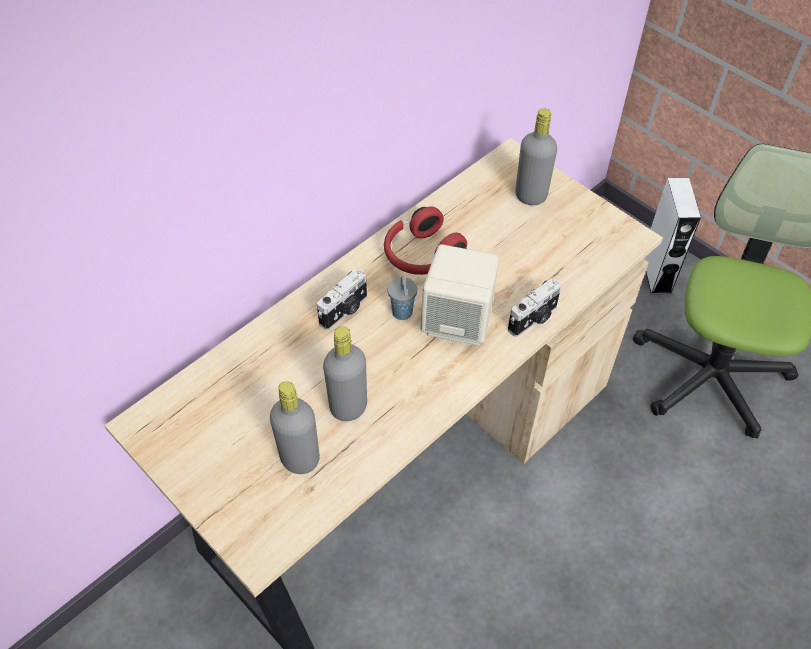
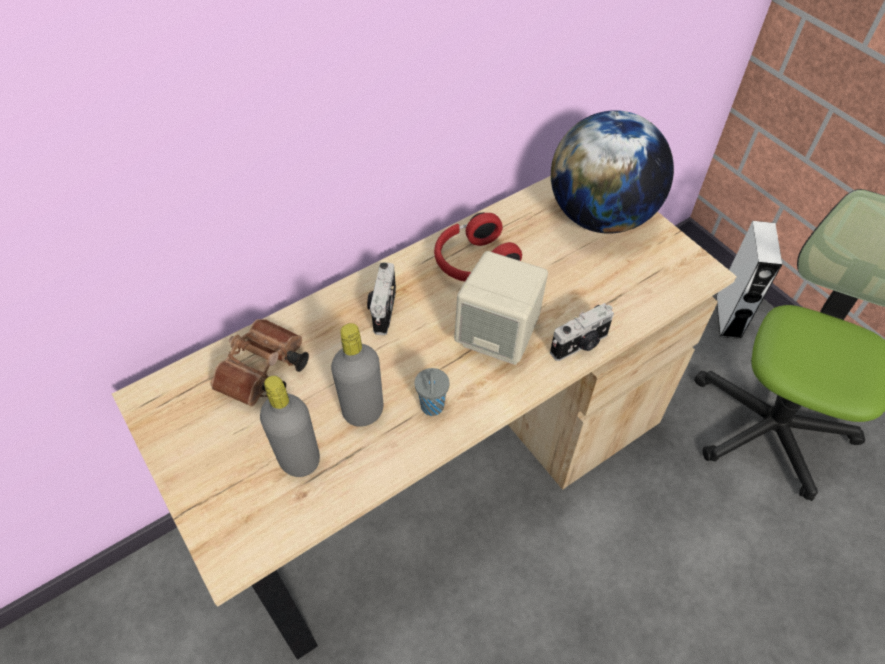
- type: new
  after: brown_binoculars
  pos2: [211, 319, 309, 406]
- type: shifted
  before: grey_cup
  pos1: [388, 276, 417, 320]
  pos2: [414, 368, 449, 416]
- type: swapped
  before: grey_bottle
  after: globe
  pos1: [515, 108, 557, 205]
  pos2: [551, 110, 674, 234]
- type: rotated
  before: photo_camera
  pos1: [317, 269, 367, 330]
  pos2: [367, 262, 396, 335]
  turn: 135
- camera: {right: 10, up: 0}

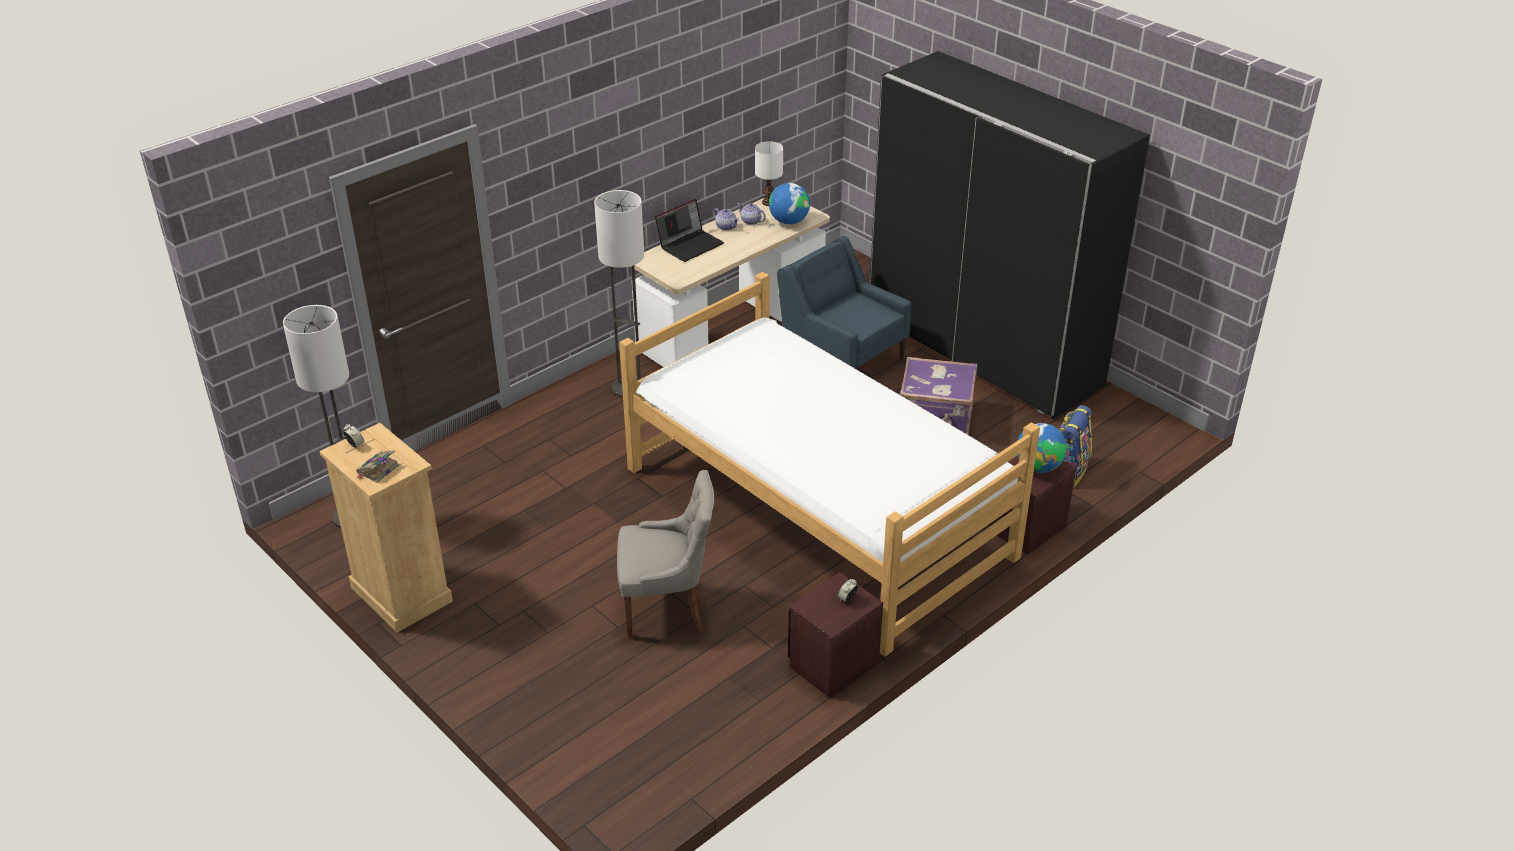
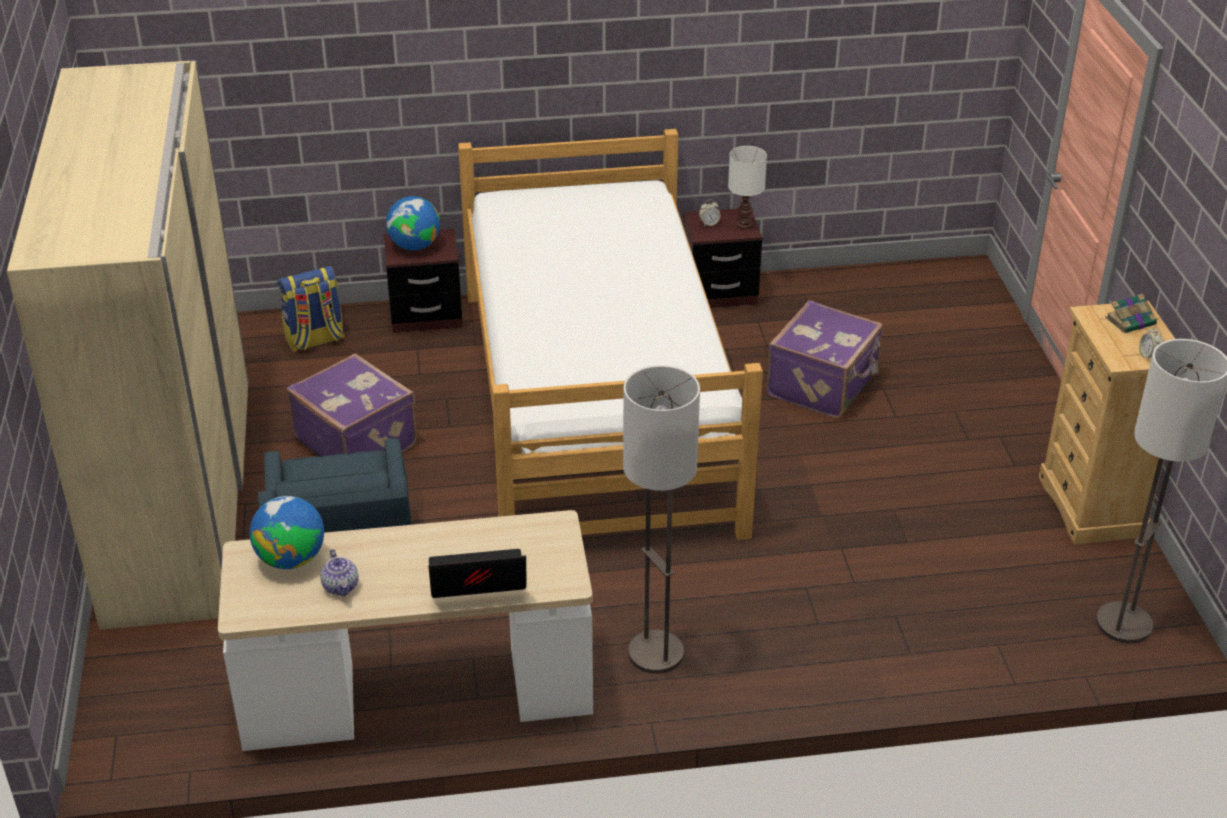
- type: gone
  before: teapot
  pos1: [713, 208, 739, 231]
- type: shifted
  before: white_table_lamp
  pos1: [755, 141, 783, 206]
  pos2: [728, 146, 767, 229]
- type: swapped
  before: grey_chair
  after: purple_suitcase
  pos1: [617, 470, 714, 638]
  pos2: [767, 300, 883, 418]
- type: repainted
  before: black_wardrobe
  after: beige_wardrobe
  pos1: [870, 51, 1150, 419]
  pos2: [7, 60, 249, 630]
- camera: {right: -145, up: 0}

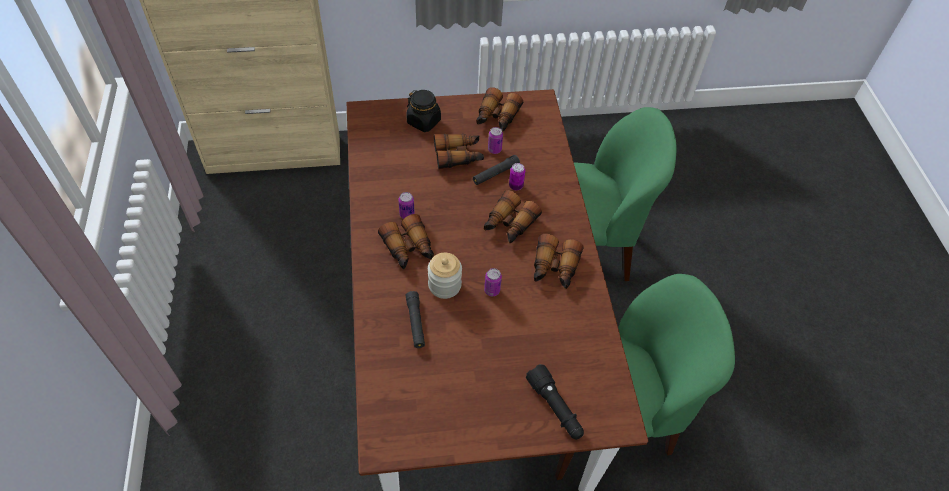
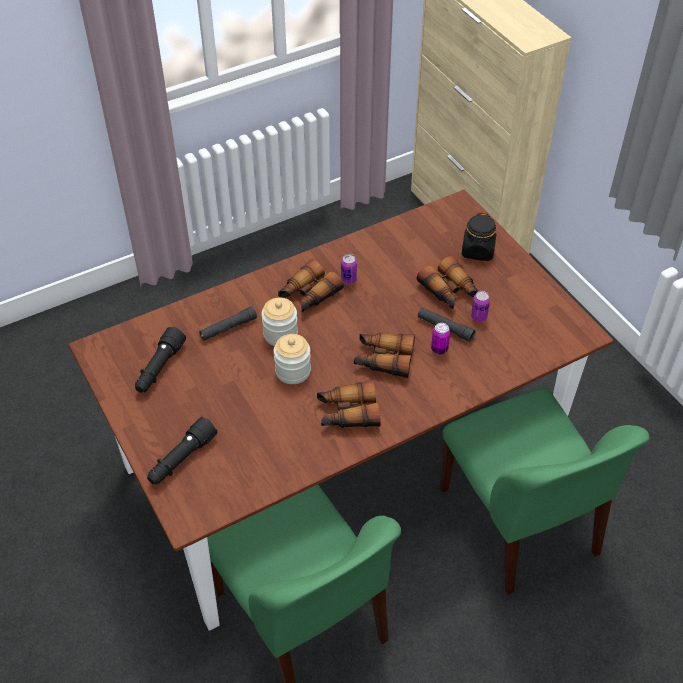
- type: gone
  before: binoculars
  pos1: [477, 87, 523, 131]
- type: new
  after: black_flashlight
  pos2: [135, 327, 186, 393]
- type: swapped
  before: can
  after: jar
  pos1: [484, 268, 502, 296]
  pos2: [274, 334, 311, 384]
- camera: {right: 70, up: -5}

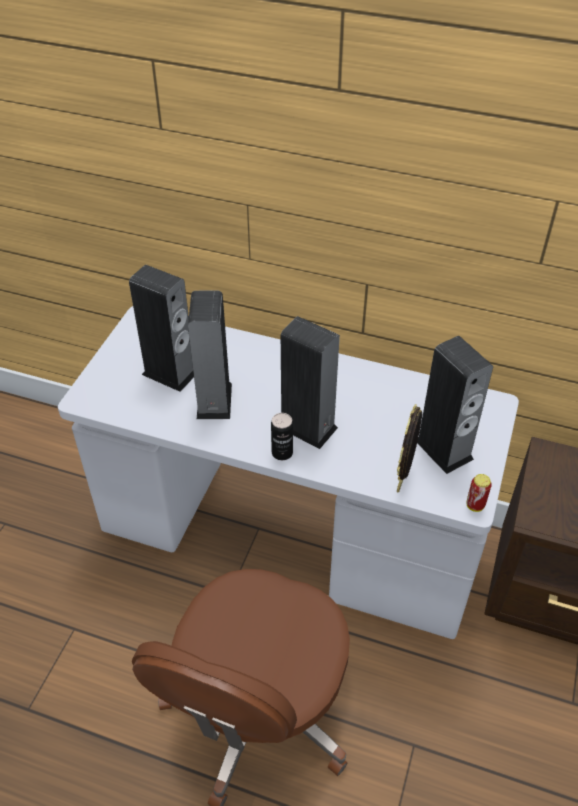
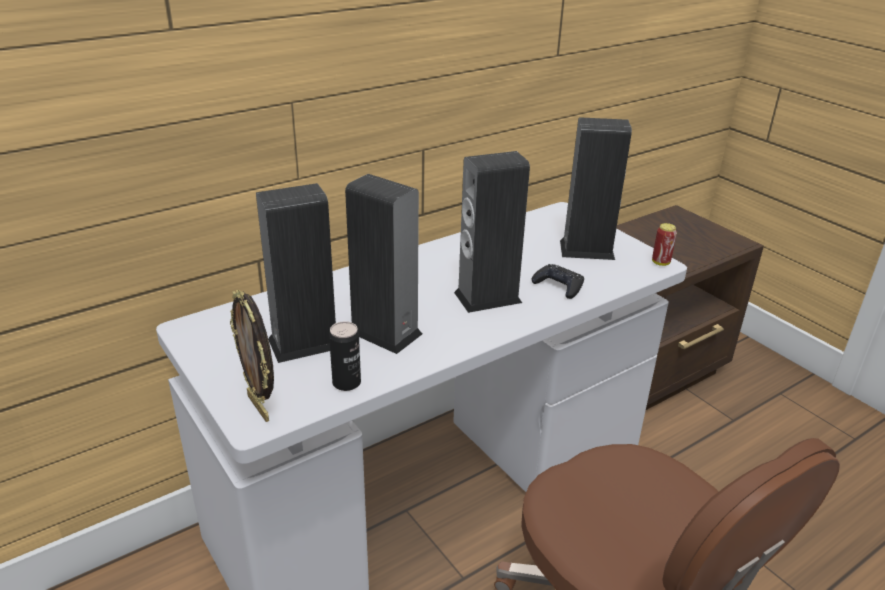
- type: new
  after: black_game_controller
  pos2: [532, 264, 584, 299]
- type: shifted
  before: can
  pos1: [271, 413, 293, 460]
  pos2: [329, 321, 361, 391]
- type: shifted
  before: picture_frame
  pos1: [397, 404, 422, 492]
  pos2: [230, 290, 274, 422]
- camera: {right: -55, up: -15}

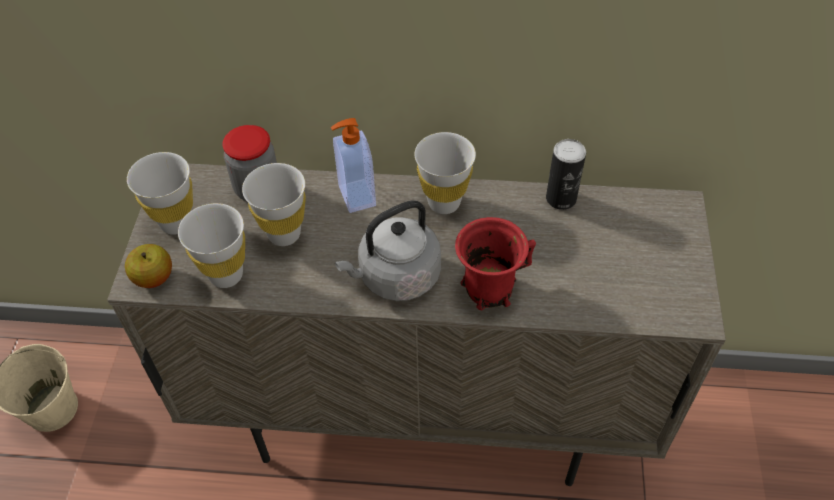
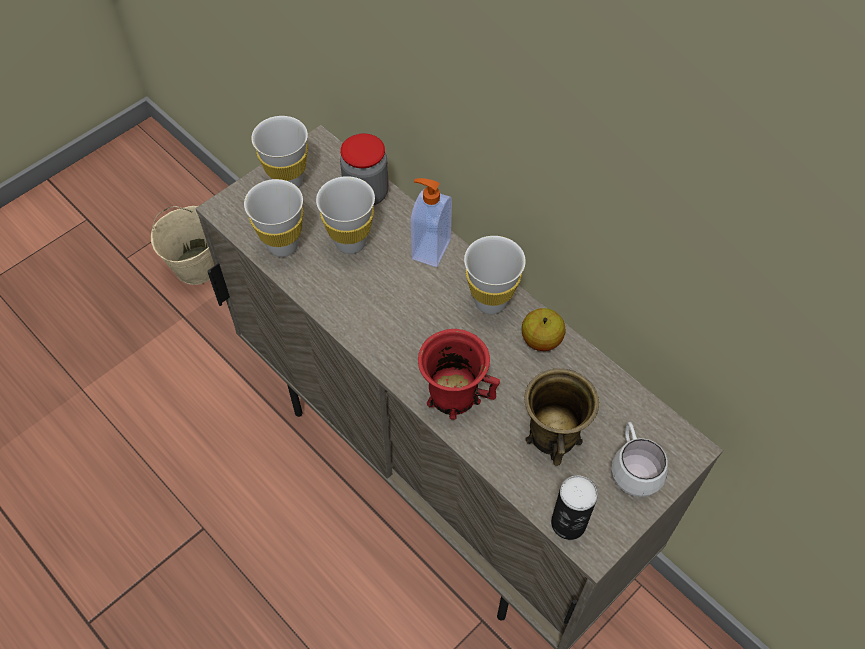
- type: gone
  before: grey_kettle
  pos1: [335, 200, 441, 301]
- type: new
  after: brown_mug
  pos2: [524, 368, 599, 466]
- type: new
  after: white_mug
  pos2: [611, 422, 668, 497]
- type: shifted
  before: apple
  pos1: [125, 244, 172, 288]
  pos2: [522, 308, 566, 351]
- type: shifted
  before: can
  pos1: [546, 139, 586, 210]
  pos2: [551, 475, 598, 540]
- camera: {right: 40, up: 5}

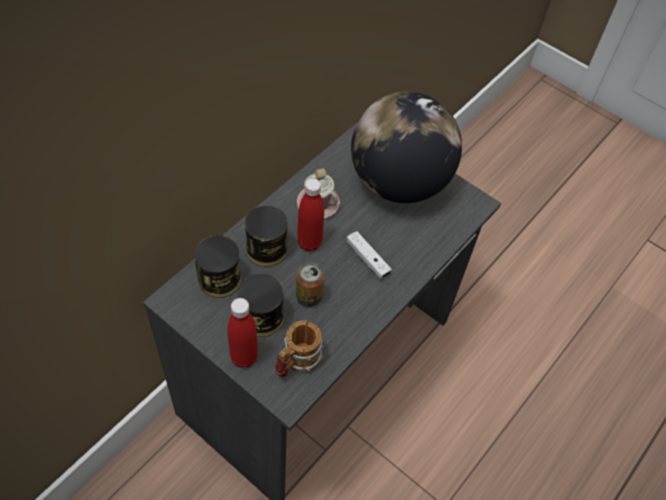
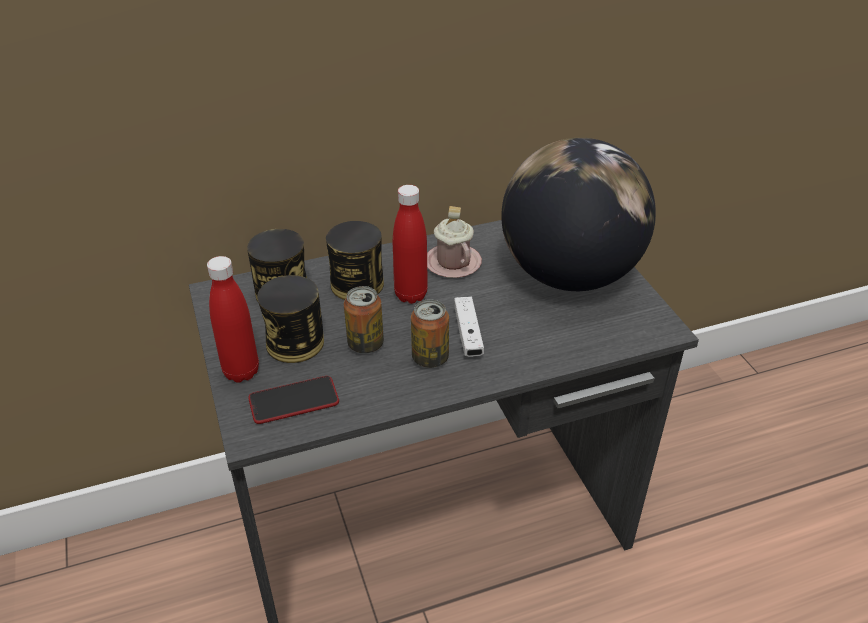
- type: new
  after: can
  pos2: [411, 299, 449, 368]
- type: swapped
  before: mug
  after: phone
  pos1: [275, 320, 323, 377]
  pos2: [248, 376, 339, 424]
- camera: {right: 35, up: -15}

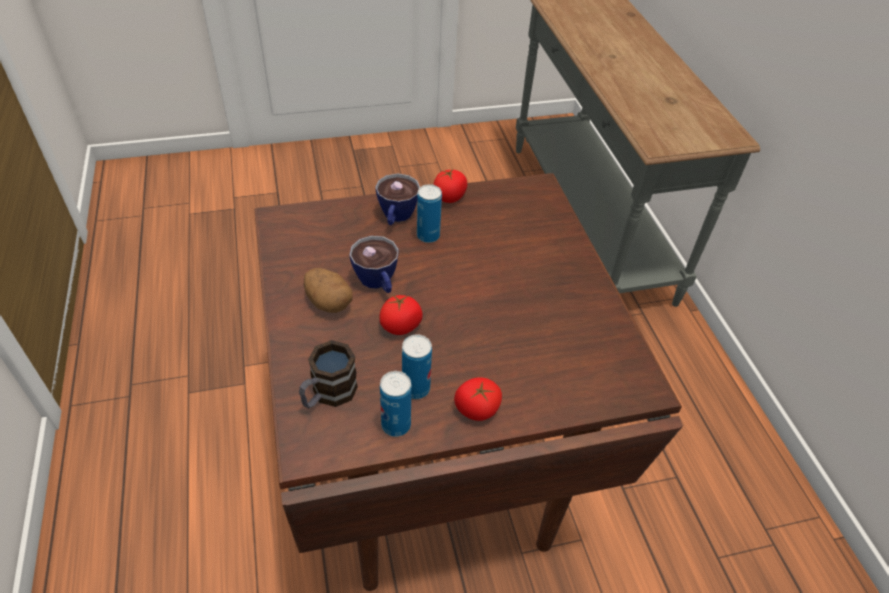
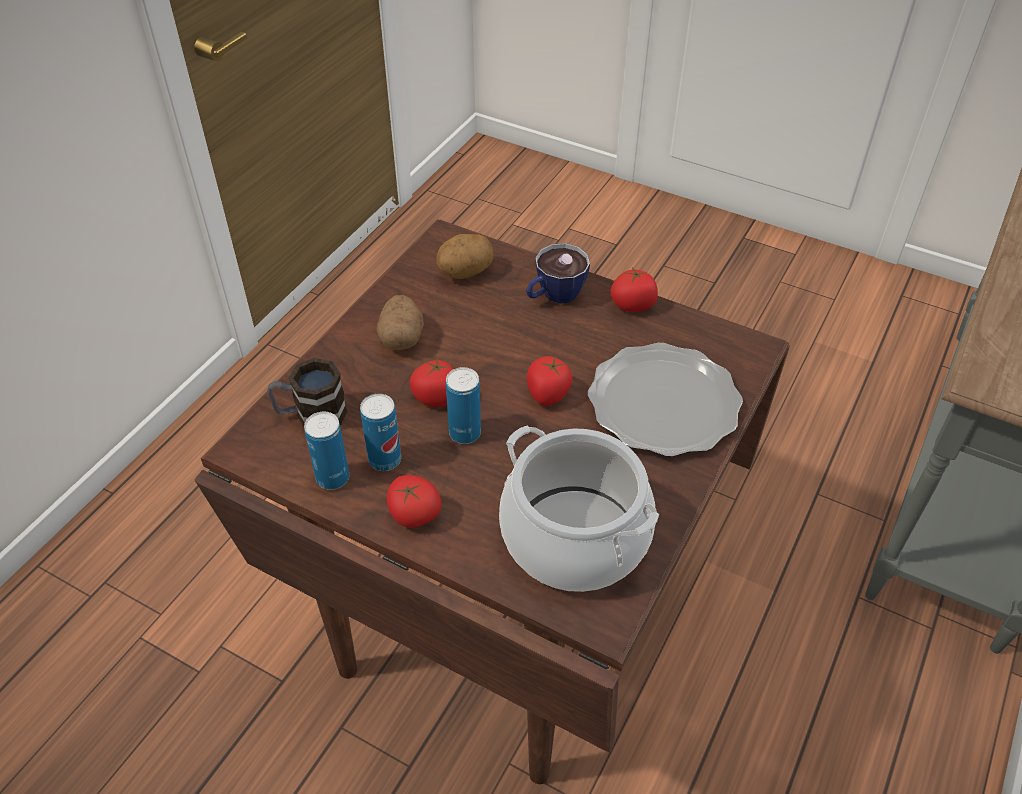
- type: gone
  before: cup
  pos1: [350, 236, 399, 293]
- type: new
  after: potato
  pos2: [436, 234, 494, 279]
- type: new
  after: cooking_pot
  pos2: [499, 426, 659, 592]
- type: new
  after: tomato
  pos2: [527, 356, 572, 406]
- type: new
  after: plate
  pos2: [588, 343, 743, 457]
- type: shifted
  before: can
  pos1: [417, 184, 442, 243]
  pos2: [446, 367, 481, 444]
- camera: {right: 45, up: 0}

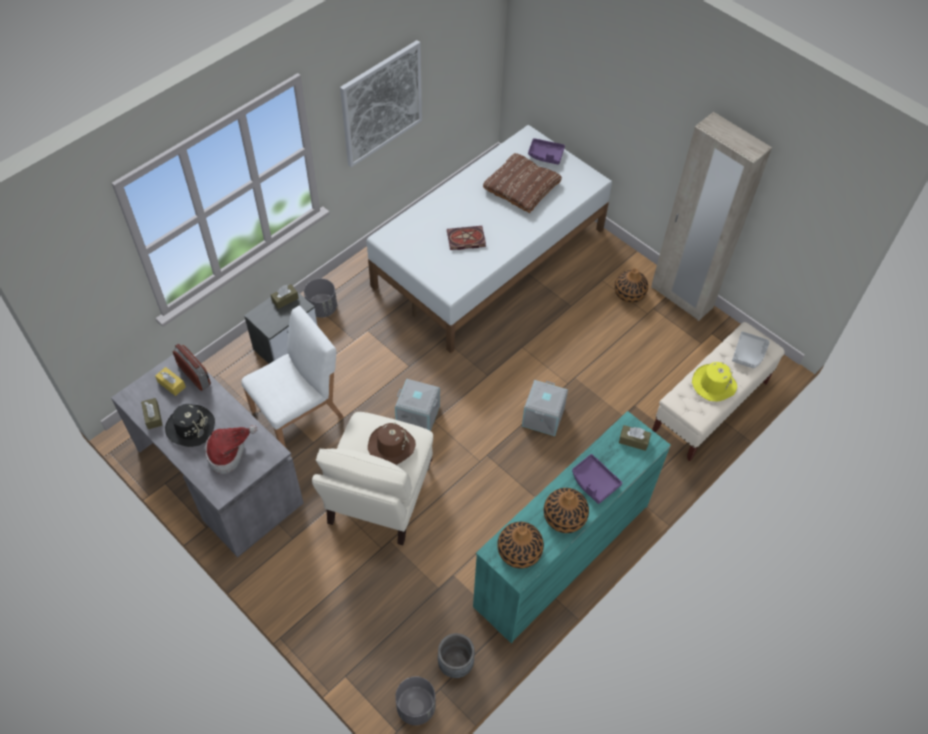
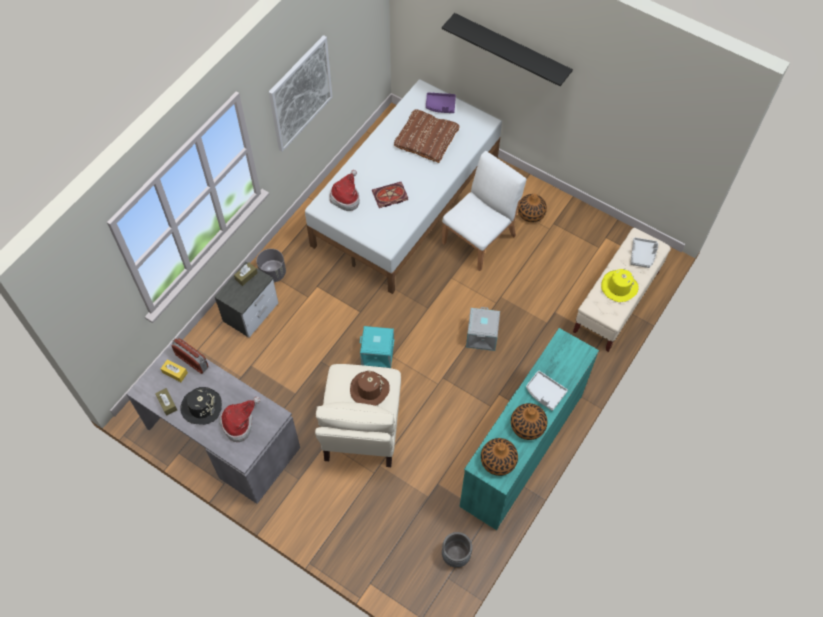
- type: gone
  before: grey_planter
  pos1: [395, 676, 436, 725]
- type: gone
  before: brown_tissue_box
  pos1: [619, 425, 651, 451]
- type: gone
  before: beige_wardrobe
  pos1: [651, 112, 772, 321]
- type: new
  after: hat
  pos2: [330, 170, 359, 211]
- type: new
  after: black_shelf
  pos2: [442, 13, 573, 86]
- type: shifted
  before: white_chair
  pos1: [241, 306, 344, 448]
  pos2: [442, 151, 526, 271]
- type: repainted
  before: grey_storage_box
  after: turquoise_storage_box
  pos1: [395, 379, 440, 431]
  pos2: [360, 326, 394, 368]
- type: repainted
  before: purple_tray
  after: white_tray
  pos1: [572, 454, 622, 504]
  pos2: [526, 371, 568, 411]
- camera: {right: -10, up: 5}

